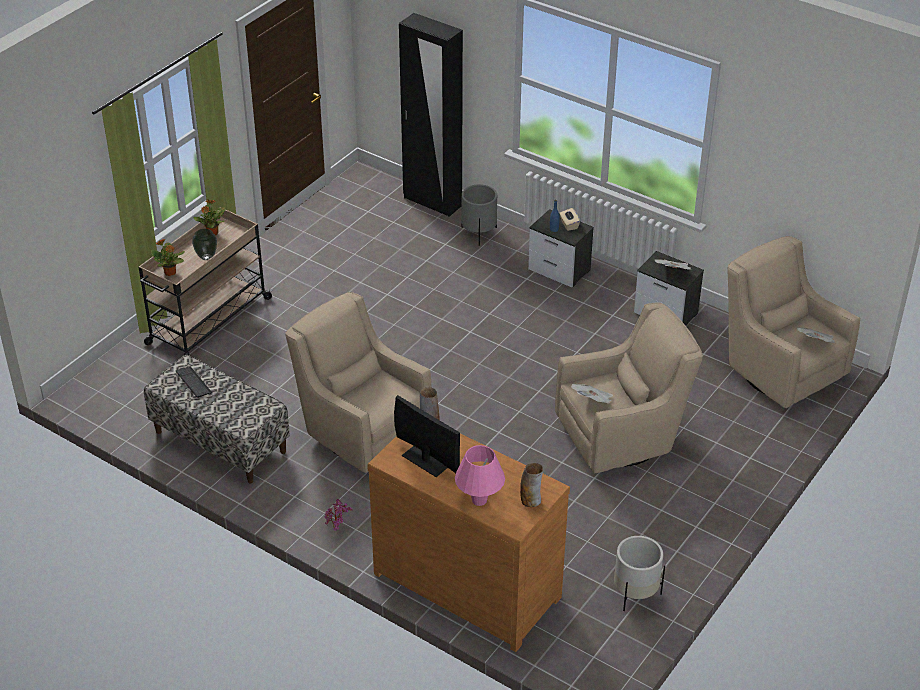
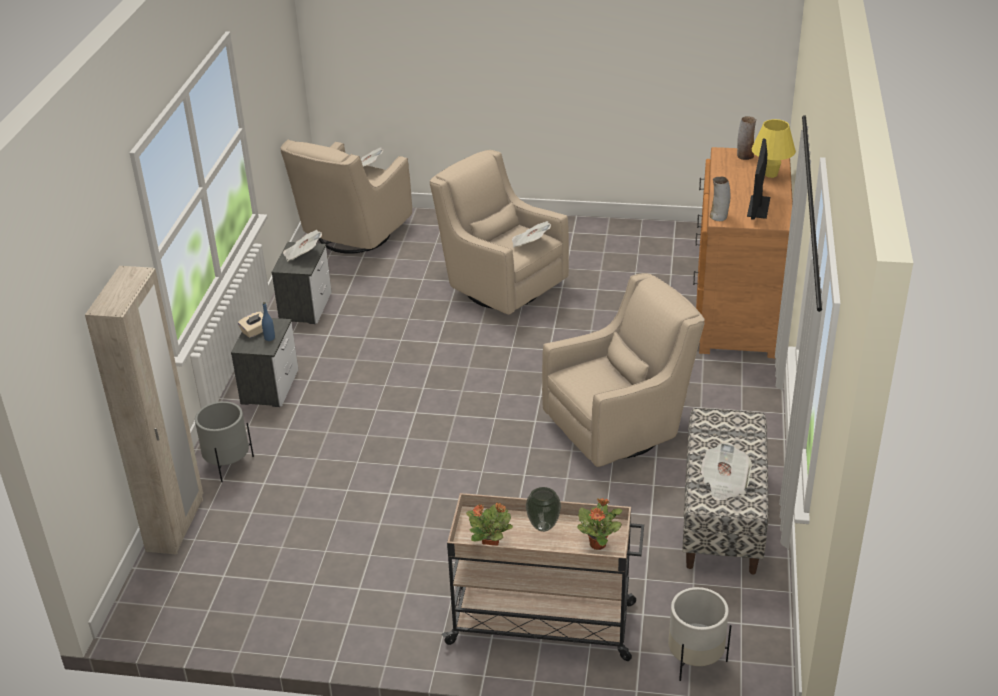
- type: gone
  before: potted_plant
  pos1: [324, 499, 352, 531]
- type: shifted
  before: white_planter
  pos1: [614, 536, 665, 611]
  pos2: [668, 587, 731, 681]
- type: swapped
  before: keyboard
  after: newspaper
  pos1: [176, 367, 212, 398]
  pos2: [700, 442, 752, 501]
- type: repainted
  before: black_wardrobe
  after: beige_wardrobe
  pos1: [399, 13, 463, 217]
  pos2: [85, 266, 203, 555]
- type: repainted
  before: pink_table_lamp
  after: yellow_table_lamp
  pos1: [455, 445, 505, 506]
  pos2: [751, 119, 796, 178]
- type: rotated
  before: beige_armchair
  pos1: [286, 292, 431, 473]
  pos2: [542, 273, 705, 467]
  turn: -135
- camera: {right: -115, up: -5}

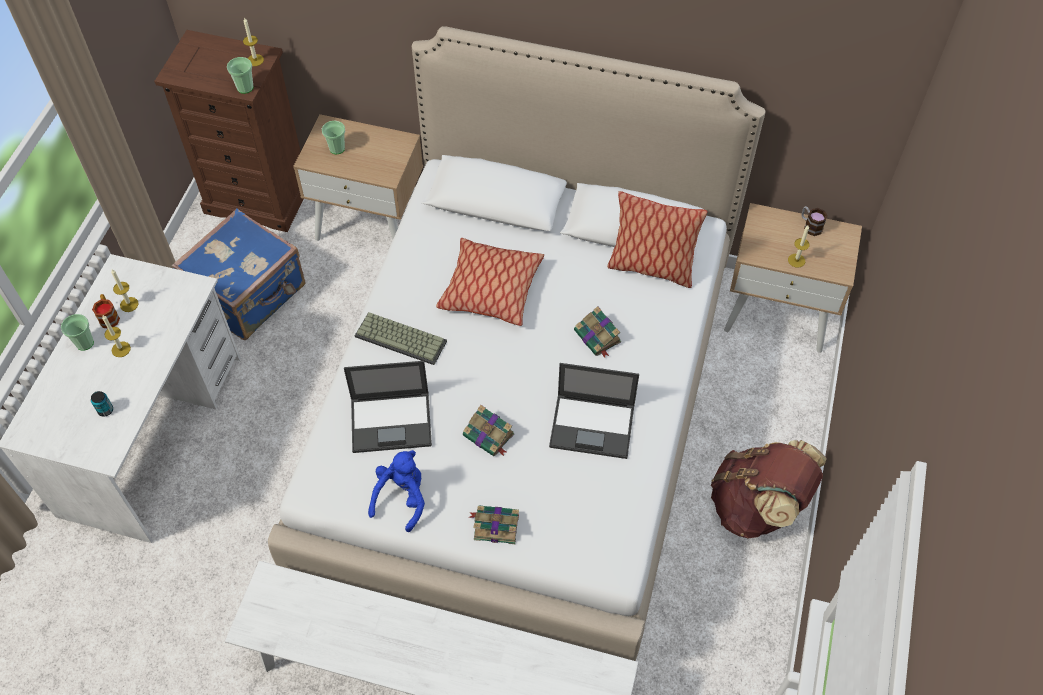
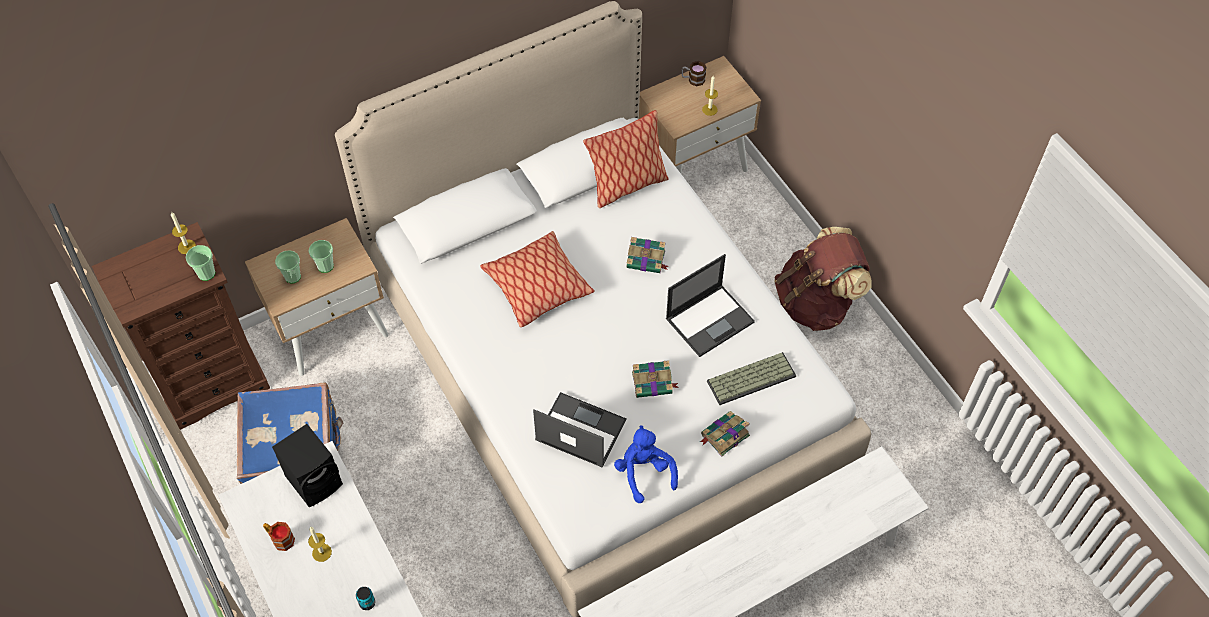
- type: gone
  before: candle
  pos1: [111, 269, 139, 312]
- type: new
  after: black_speaker
  pos2: [272, 424, 343, 507]
- type: shifted
  before: cup
  pos1: [61, 314, 94, 351]
  pos2: [308, 240, 334, 273]
- type: shifted
  before: keyboard
  pos1: [355, 312, 447, 365]
  pos2: [707, 352, 796, 405]
- type: rotated
  before: laptop
  pos1: [344, 361, 432, 453]
  pos2: [533, 392, 627, 467]
  turn: -105
- camera: {right: -45, up: 0}

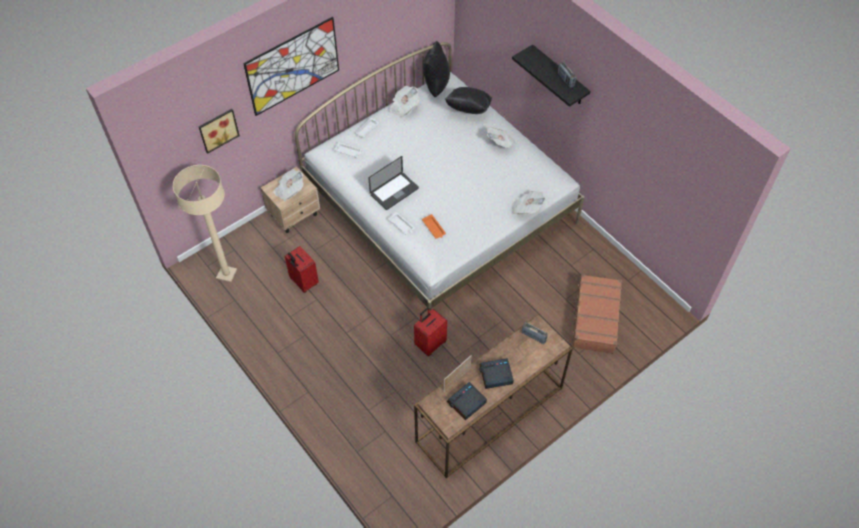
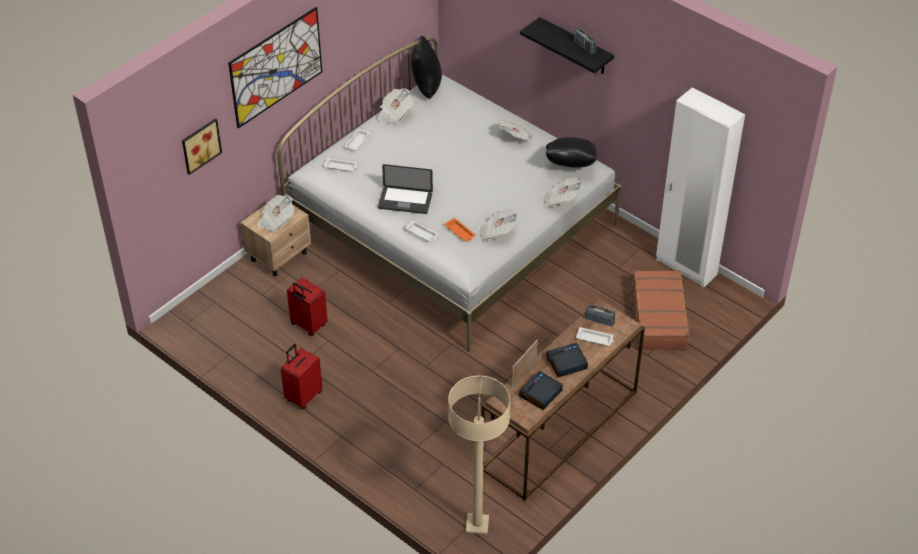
- type: new
  after: newspaper
  pos2: [478, 209, 518, 240]
- type: new
  after: white_tray
  pos2: [576, 327, 614, 346]
- type: new
  after: white_wardrobe
  pos2: [656, 87, 745, 288]
- type: shifted
  before: beige_floor_lamp
  pos1: [173, 165, 237, 282]
  pos2: [448, 376, 510, 534]
- type: shifted
  before: red_suitcase
  pos1: [414, 307, 447, 356]
  pos2: [281, 344, 322, 409]
- type: shifted
  before: black_pillow
  pos1: [445, 87, 492, 114]
  pos2: [546, 137, 597, 168]
- type: rotated
  before: laptop
  pos1: [368, 156, 419, 210]
  pos2: [378, 164, 433, 214]
  turn: 60
- camera: {right: -10, up: -10}

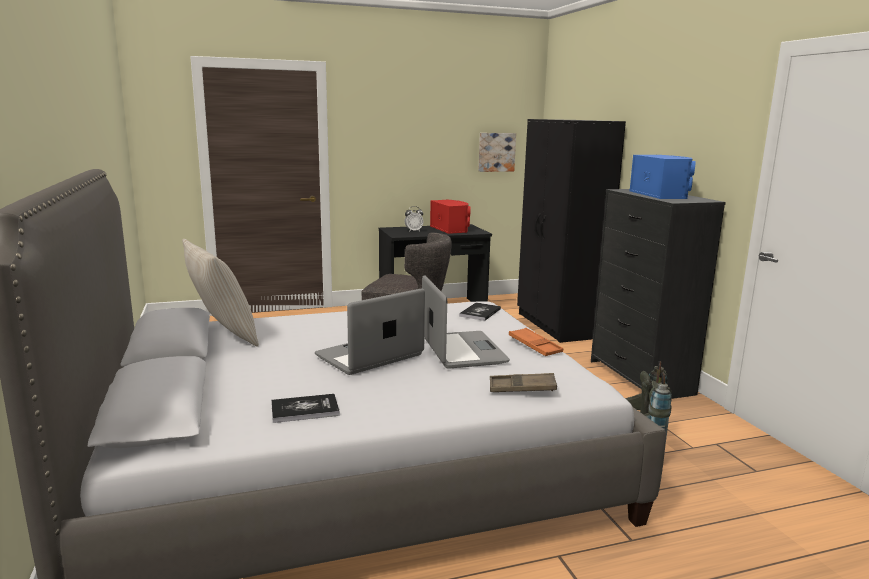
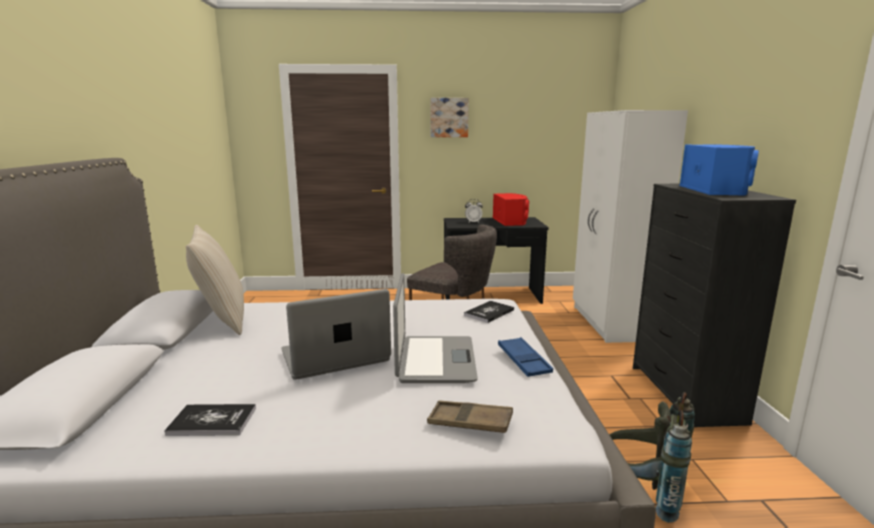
- type: shifted
  before: picture
  pos1: [478, 133, 516, 172]
  pos2: [430, 98, 469, 137]
- type: repainted
  before: orange_tray
  after: blue_tray
  pos1: [509, 328, 563, 356]
  pos2: [498, 337, 553, 377]
- type: repainted
  before: black_wardrobe
  after: white_wardrobe
  pos1: [517, 119, 626, 343]
  pos2: [573, 110, 688, 343]
- camera: {right: 15, up: 0}

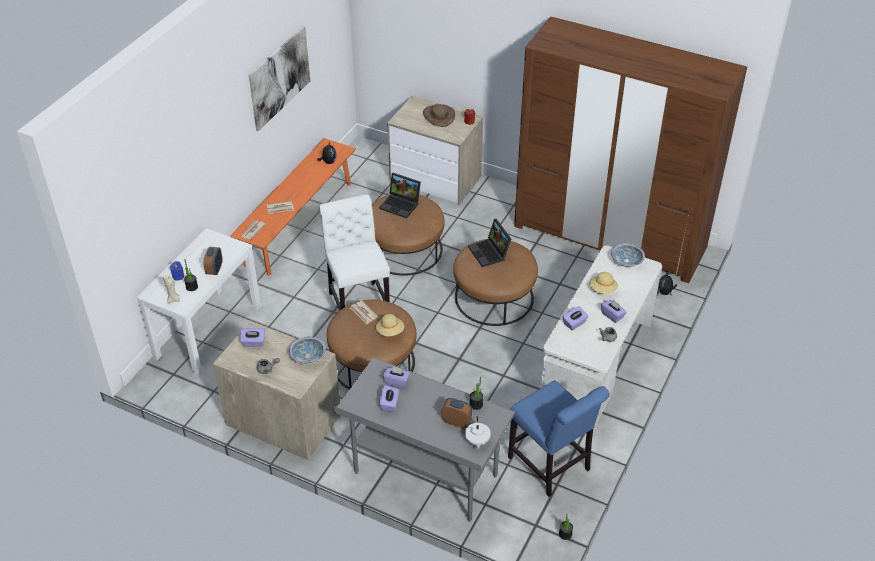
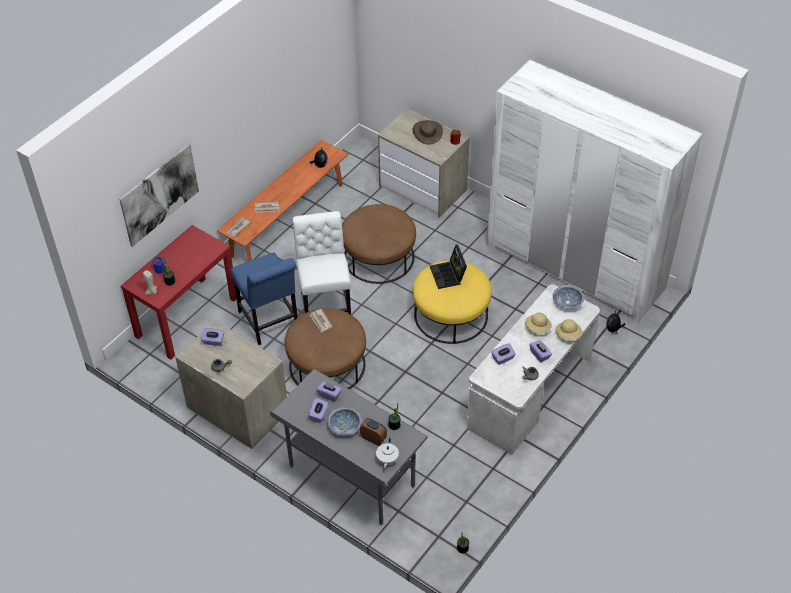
- type: gone
  before: alarm_clock
  pos1: [203, 247, 222, 275]
- type: gone
  before: laptop
  pos1: [379, 173, 421, 218]
- type: shifted
  before: picture
  pos1: [249, 26, 310, 131]
  pos2: [119, 144, 199, 247]
- type: shifted
  before: bowl
  pos1: [289, 337, 326, 364]
  pos2: [327, 407, 362, 436]
- type: shifted
  before: beige_hat
  pos1: [376, 314, 404, 336]
  pos2: [556, 319, 582, 341]
- type: shifted
  before: blue_chair
  pos1: [508, 380, 610, 497]
  pos2: [231, 252, 298, 345]
- type: repainted
  before: white_console_table
  after: red_console_table
  pos1: [137, 228, 261, 378]
  pos2: [121, 225, 237, 360]
- type: repainted
  before: brown_ottoman
  after: yellow_ottoman
  pos1: [453, 239, 538, 326]
  pos2: [413, 260, 492, 344]
- type: repainted
  before: brown_wardrobe
  after: white_wardrobe
  pos1: [514, 17, 747, 283]
  pos2: [486, 60, 702, 323]
- camera: {right: 10, up: 5}

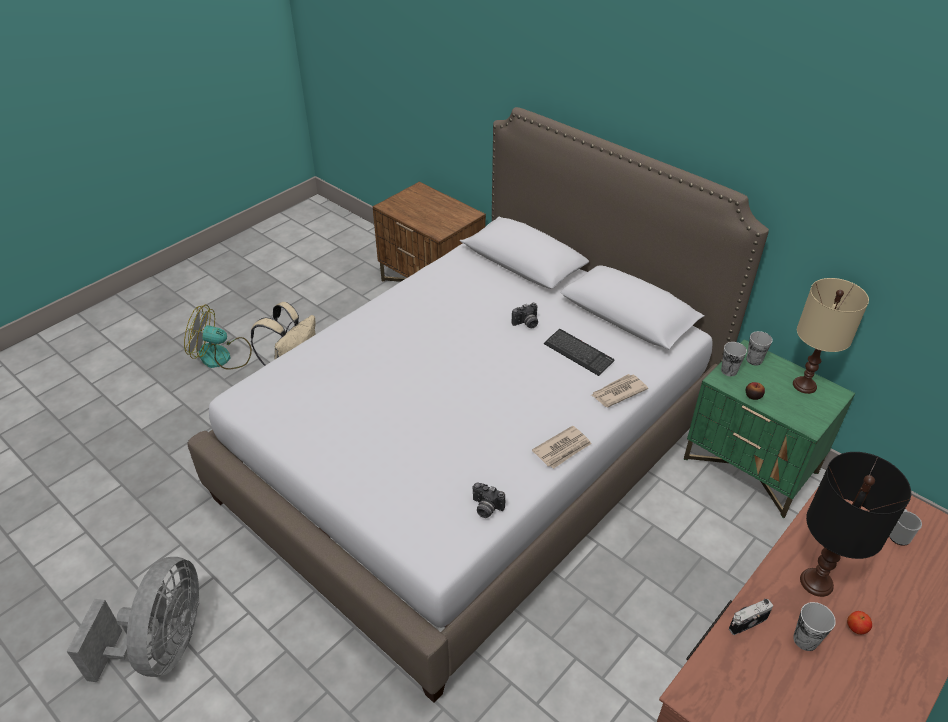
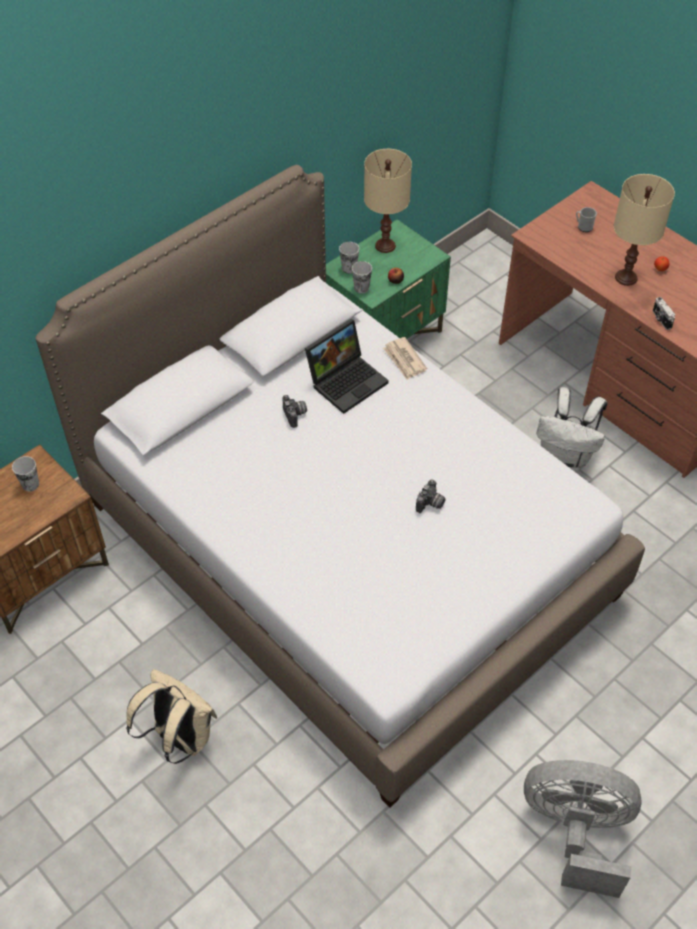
- type: gone
  before: fan
  pos1: [184, 305, 252, 370]
- type: gone
  before: newspaper
  pos1: [532, 426, 592, 469]
- type: new
  after: white_backpack
  pos2: [537, 387, 608, 471]
- type: shifted
  before: photo_camera
  pos1: [473, 482, 505, 518]
  pos2: [416, 479, 446, 513]
- type: shifted
  before: cup
  pos1: [793, 602, 836, 651]
  pos2: [12, 456, 39, 491]
- type: swapped
  before: keyboard
  after: laptop
  pos1: [544, 329, 614, 376]
  pos2: [305, 319, 389, 414]
- type: repainted
  before: black_table_lamp
  after: beige_table_lamp
  pos1: [800, 452, 911, 597]
  pos2: [614, 174, 675, 286]
- camera: {right: -85, up: 10}

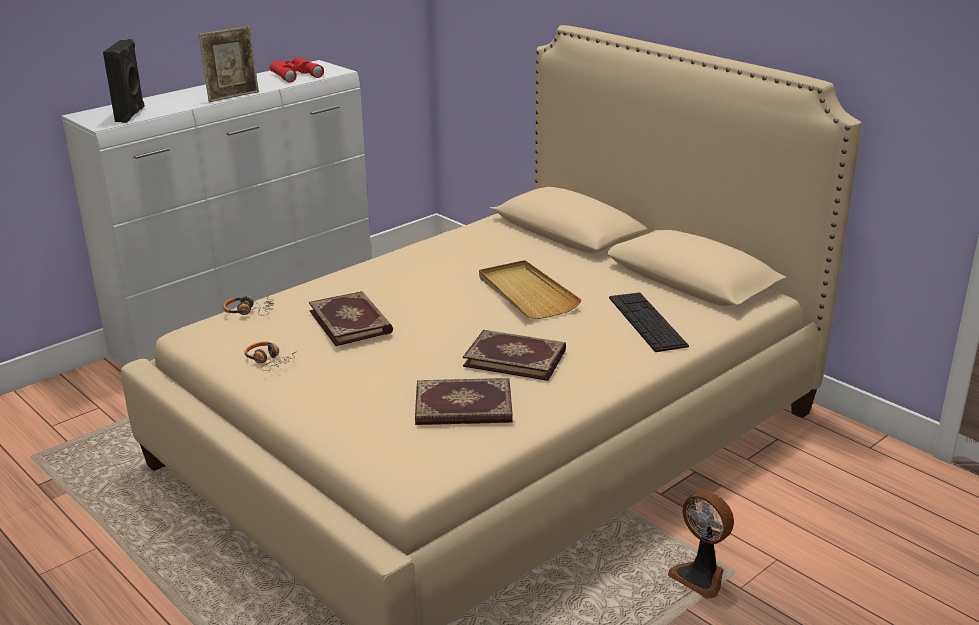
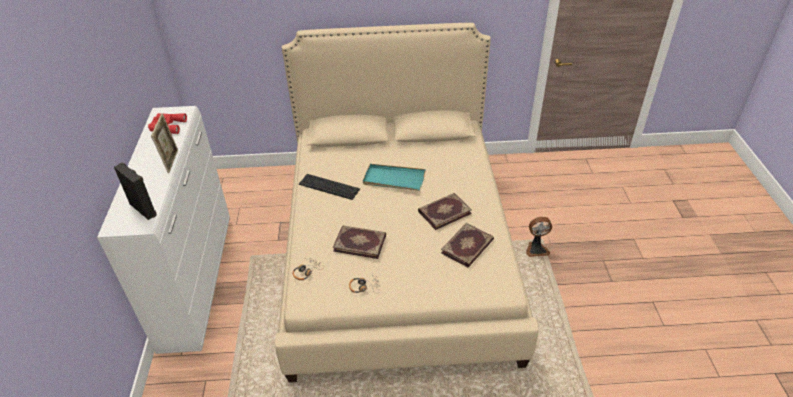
- type: shifted
  before: keyboard
  pos1: [609, 292, 689, 352]
  pos2: [299, 174, 360, 200]
- type: repainted
  before: beige_tray
  after: turquoise_tray
  pos1: [479, 260, 581, 319]
  pos2: [363, 164, 426, 191]
- camera: {right: -50, up: 15}

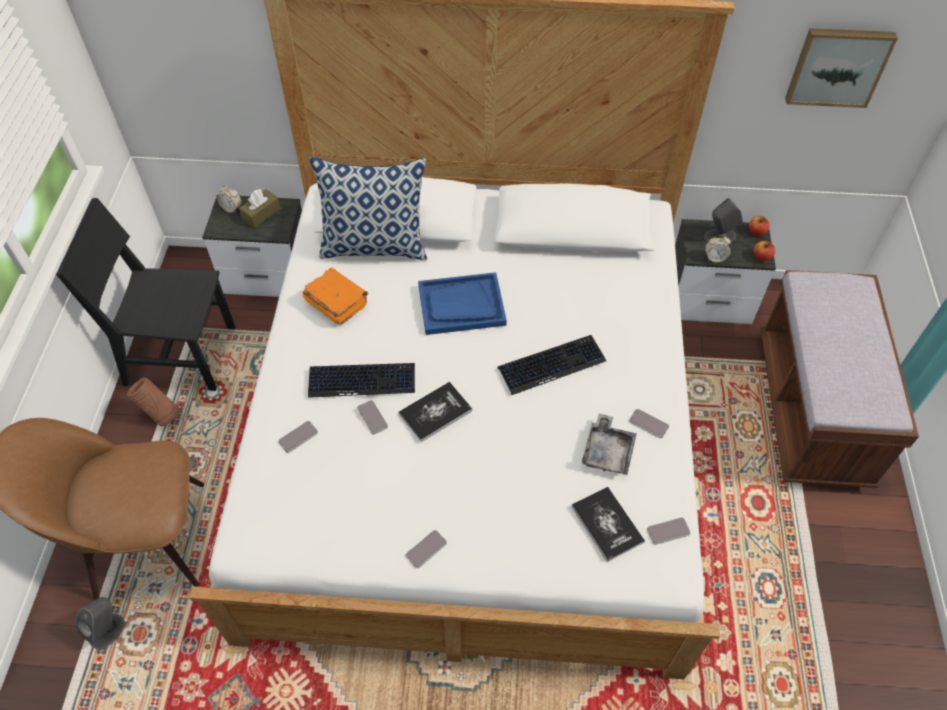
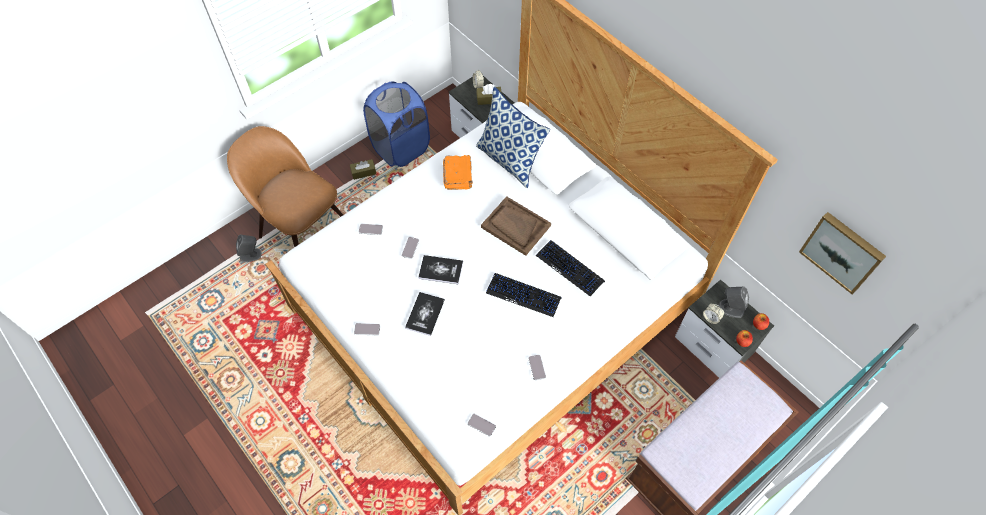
- type: gone
  before: grey_tray
  pos1: [582, 413, 637, 475]
- type: shifted
  before: keyboard
  pos1: [308, 363, 415, 398]
  pos2: [536, 240, 605, 297]
- type: shifted
  before: book
  pos1: [571, 487, 645, 562]
  pos2: [405, 292, 445, 336]
- type: swapped
  before: black_chair
  after: blue_laundry_basket
  pos1: [56, 198, 235, 391]
  pos2: [363, 81, 430, 167]
- type: swapped
  before: brown_vase
  after: brown_tissue_box
  pos1: [127, 377, 180, 426]
  pos2: [350, 159, 376, 180]
- type: repainted
  before: blue_tray
  after: brown_tray
  pos1: [418, 272, 507, 335]
  pos2: [481, 196, 551, 256]
- camera: {right: 45, up: 5}

